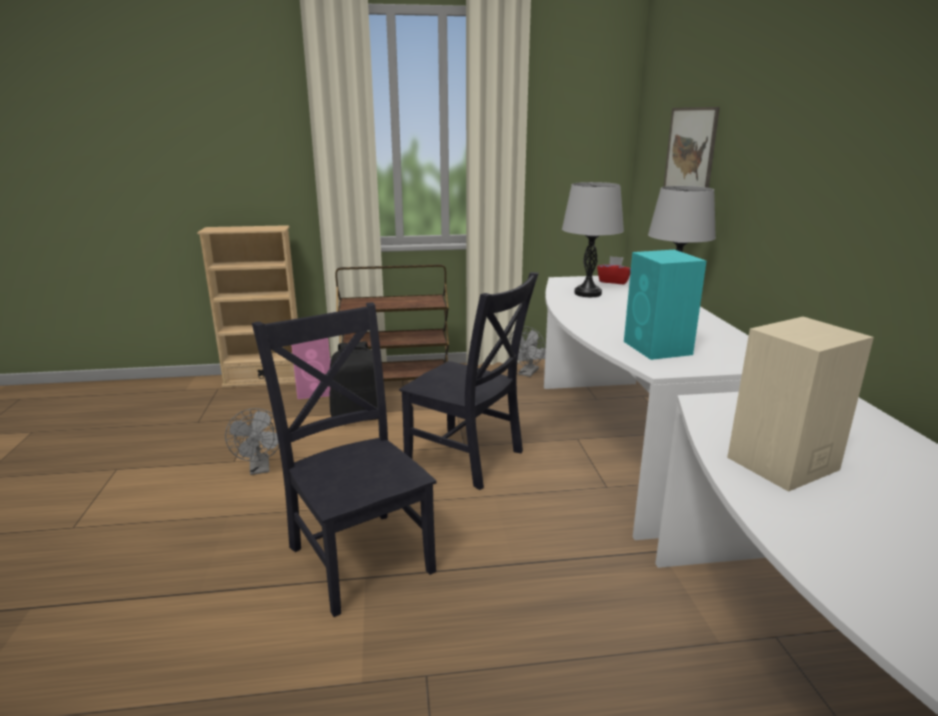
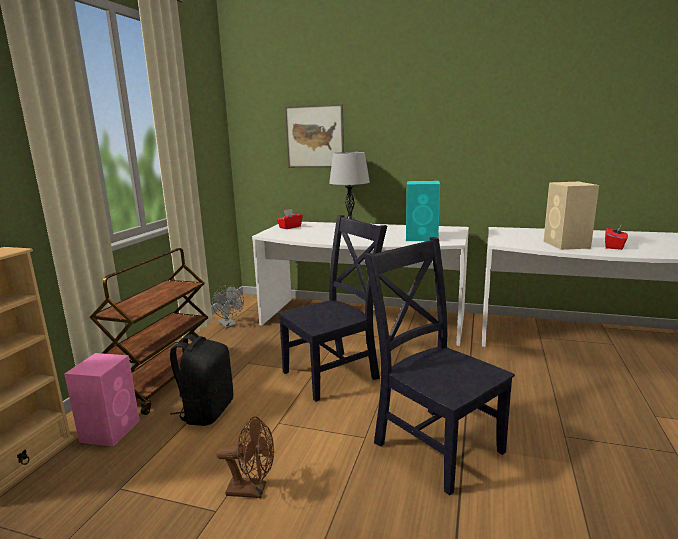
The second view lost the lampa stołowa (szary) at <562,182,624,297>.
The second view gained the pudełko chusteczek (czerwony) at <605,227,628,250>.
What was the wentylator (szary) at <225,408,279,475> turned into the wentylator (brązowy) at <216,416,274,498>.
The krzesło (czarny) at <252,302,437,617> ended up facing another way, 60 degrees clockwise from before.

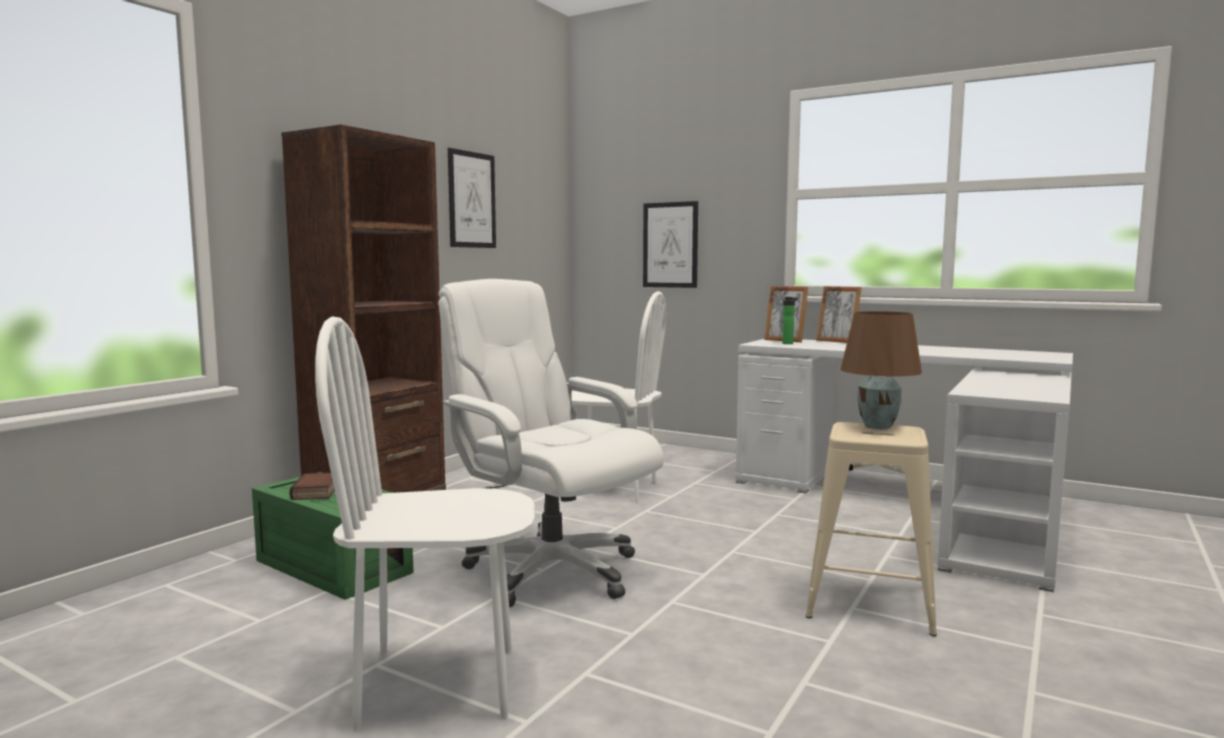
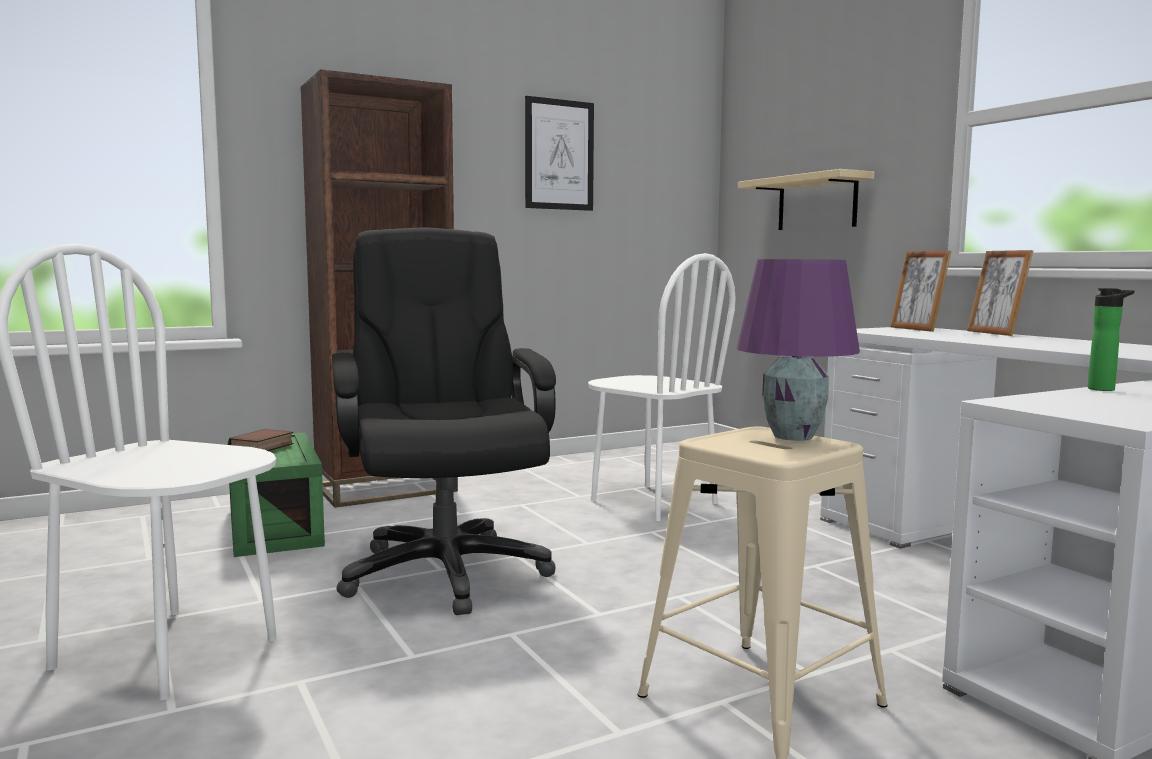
The butelka ended up elsewhere, having gone from <782,297,798,344> to <1088,288,1134,391>.
Where the obraz hung at <643,201,698,288>, the półka (beżowy) came to hang at <738,169,874,230>.
What was the krzesło biurowe (biały) at <438,279,664,607> turned into the krzesło biurowe (czarny) at <332,228,556,615>.
What was the lampa stołowa (brązowy) at <841,311,922,429> turned into the lampa stołowa (fioletowy) at <737,259,860,441>.

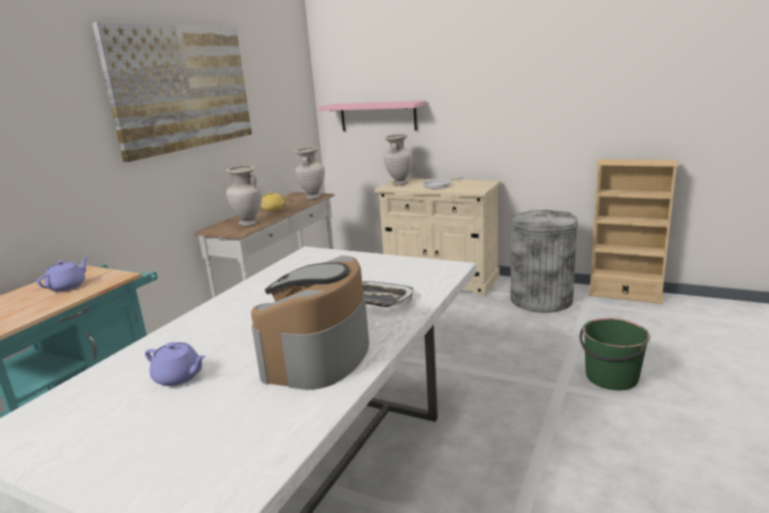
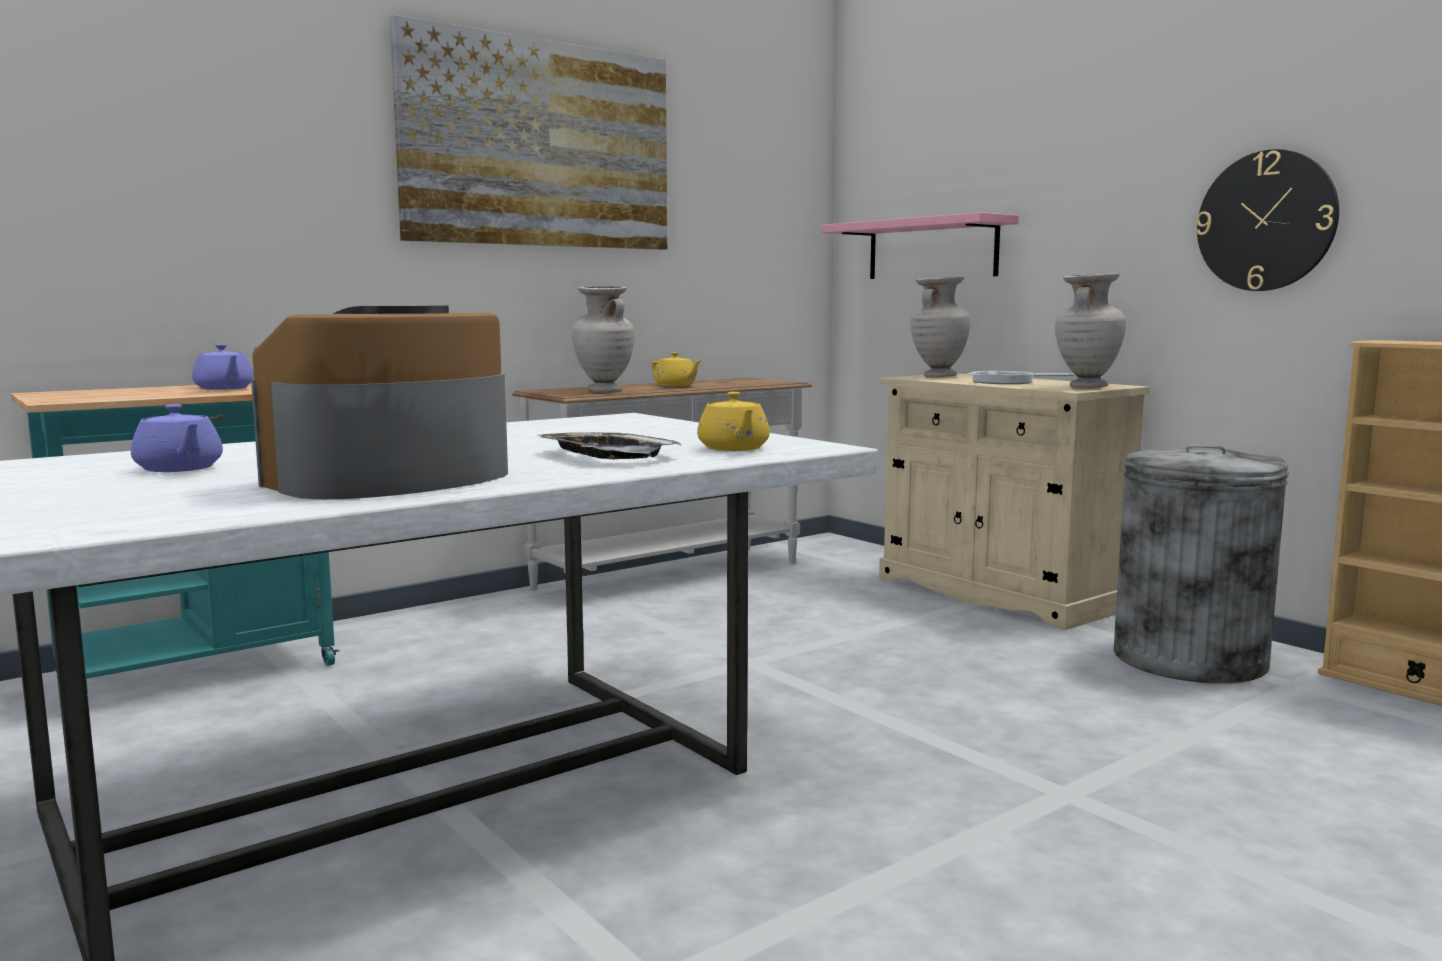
The second view lost the wiadro (zielony) at <579,318,650,390>.
The second view gained the imbryk (żółty) at <697,392,770,451>.
The second view gained the zegar ścienny at <1196,149,1339,291>.
The wazon (beżowy) ended up elsewhere, having gone from <295,147,325,200> to <1055,274,1126,388>.
The imbryk (fioletowy) at <37,257,88,292> ended up facing another way, 90 degrees clockwise from before.

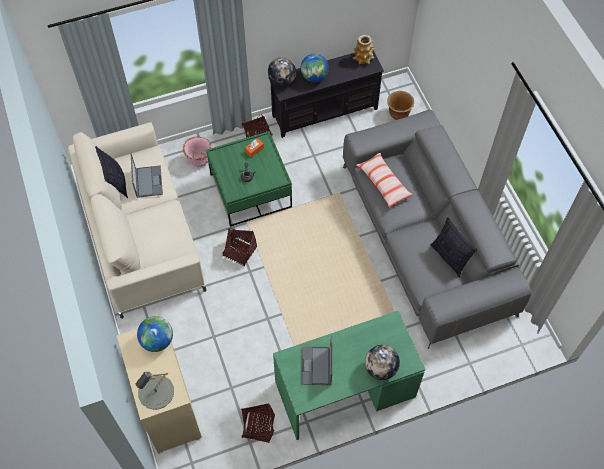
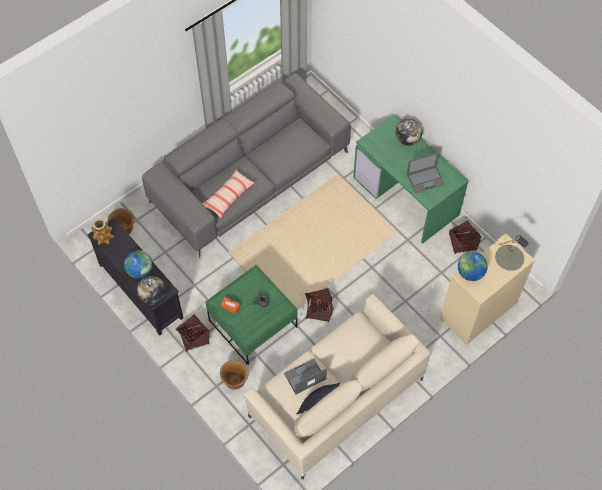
The second view lost the poduszka at <430,217,477,277>.
What was the donica (różowy) at <183,137,211,167> turned into the donica (brązowy) at <220,360,249,390>.

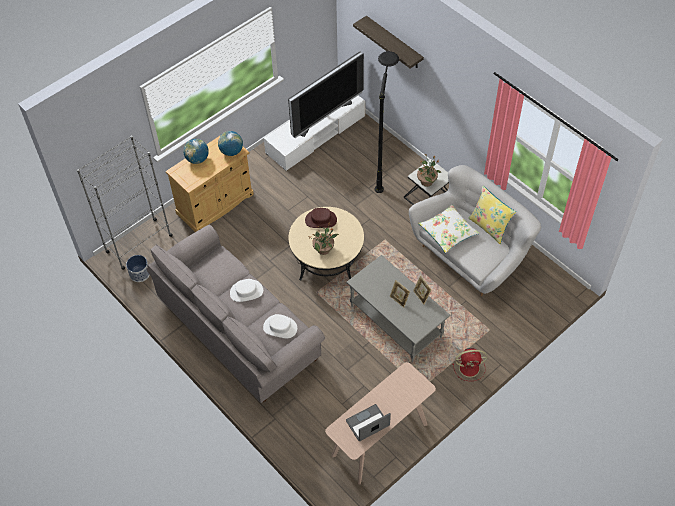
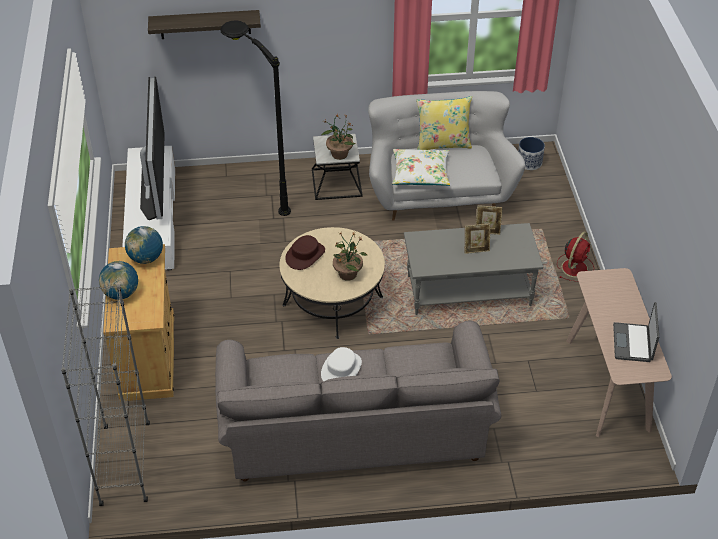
The second view lost the kapelusz (biały) at <263,314,297,338>.
The donica ended up elsewhere, having gone from <126,255,150,282> to <518,137,545,170>.

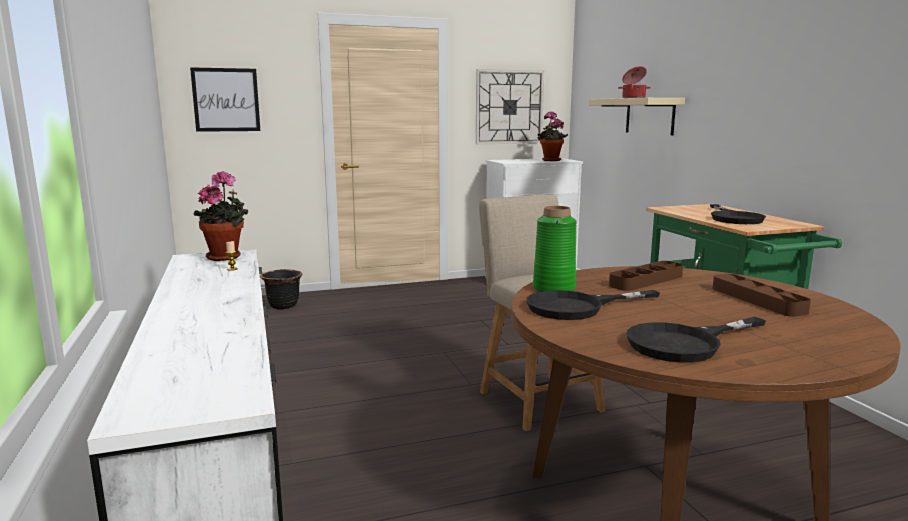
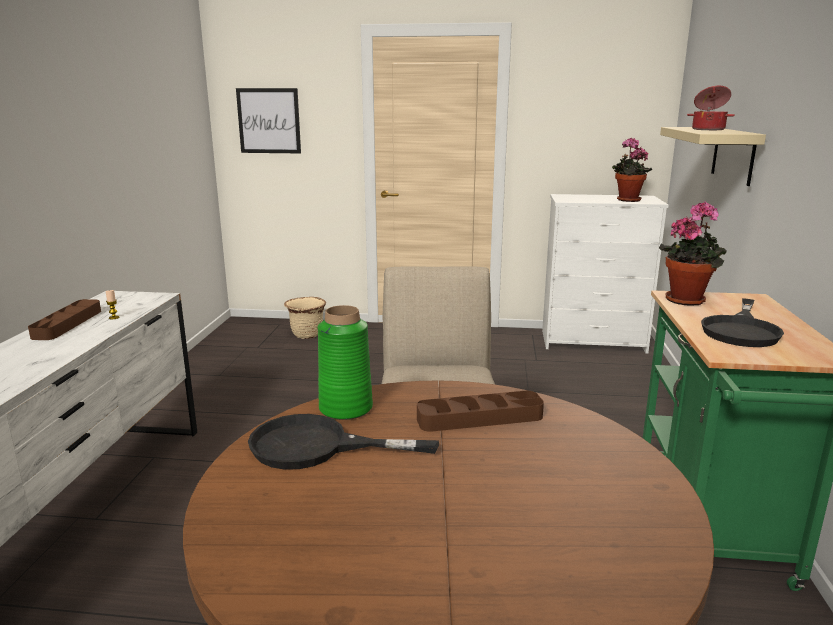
The second view lost the zegar ścienny at <476,69,544,144>.
The second view lost the patelnia (czarny) at <626,317,766,362>.
The roślina doniczkowa ended up elsewhere, having gone from <194,171,248,261> to <659,201,726,306>.
The taca (brązowy) ended up elsewhere, having gone from <712,274,811,317> to <28,299,101,340>.
What was the donica (czarny) at <260,269,302,309> turned into the donica (beżowy) at <284,297,326,339>.

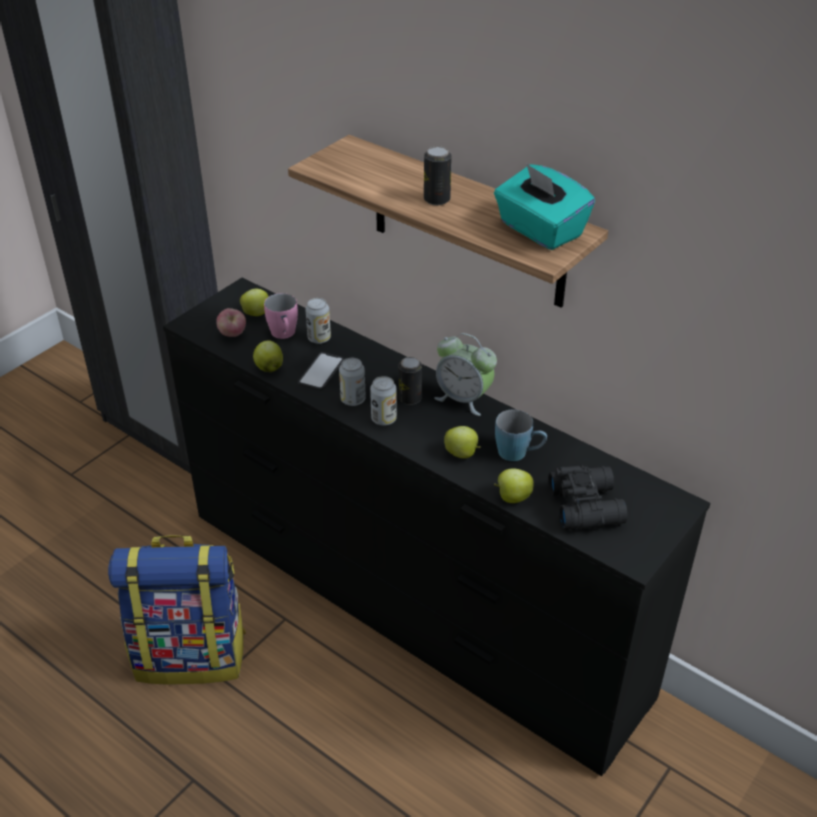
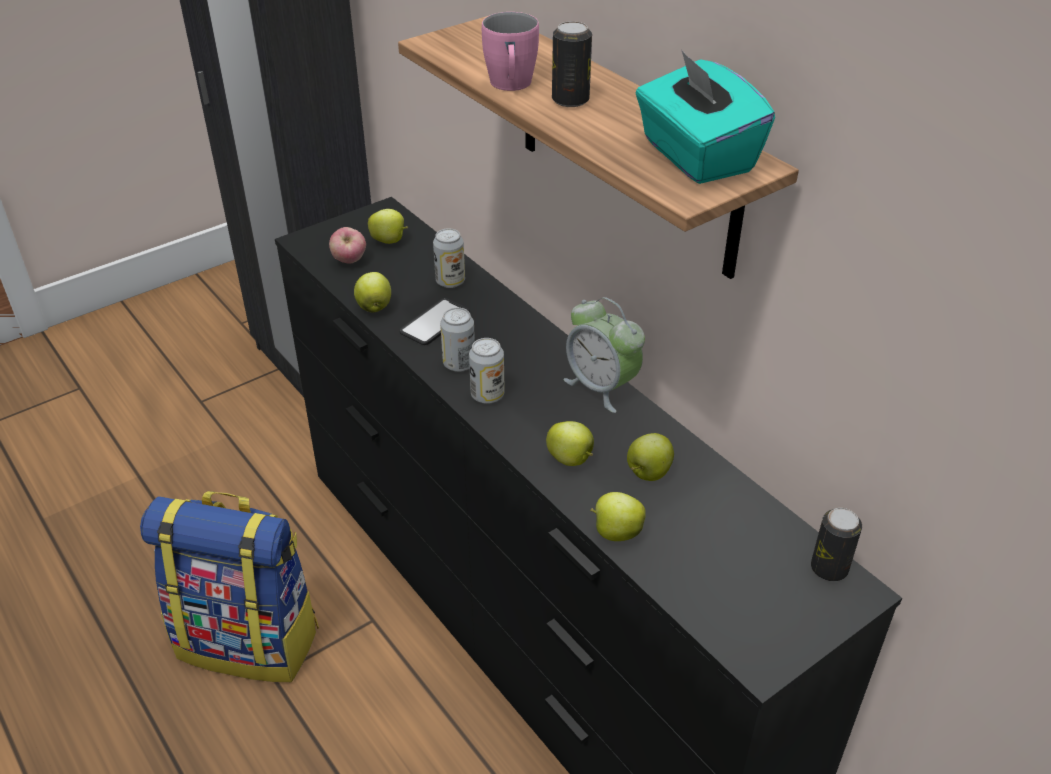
The second view lost the lornetka (czarny) at <548,465,628,530>.
The kubek (różowy) ended up elsewhere, having gone from <264,293,298,339> to <482,12,539,91>.
The puszka ended up elsewhere, having gone from <398,357,422,405> to <811,508,862,581>.
Where the kubek (niebieski) stood at <495,409,547,461>, the jabłko came to stand at <627,433,674,481>.

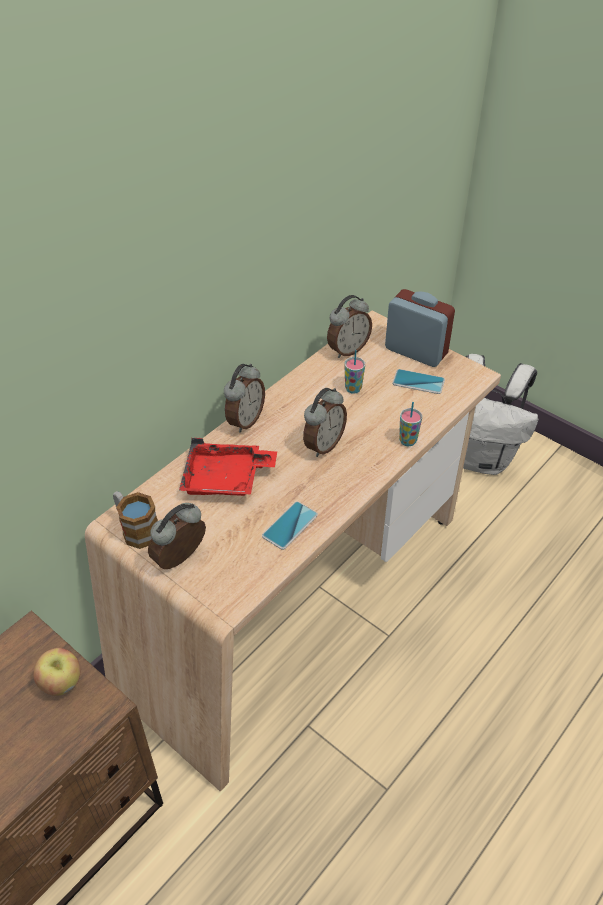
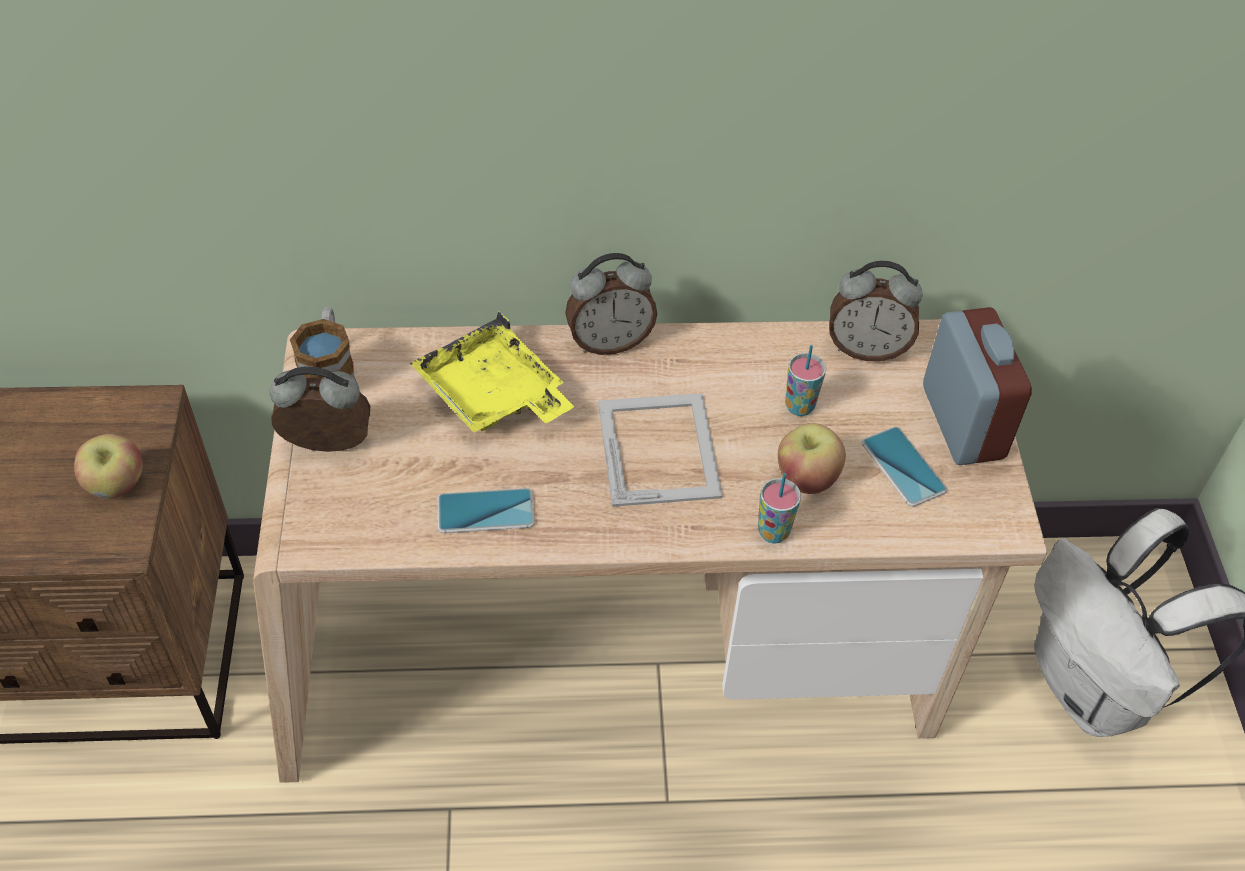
The second view gained the jabłko at <778,423,846,494>.
Where the budzik stood at <303,388,347,457>, the ramka na zdjęcie came to stand at <598,393,722,507>.
What was the taca (czerwony) at <179,438,277,496> turned into the taca (żółty) at <410,311,575,432>.

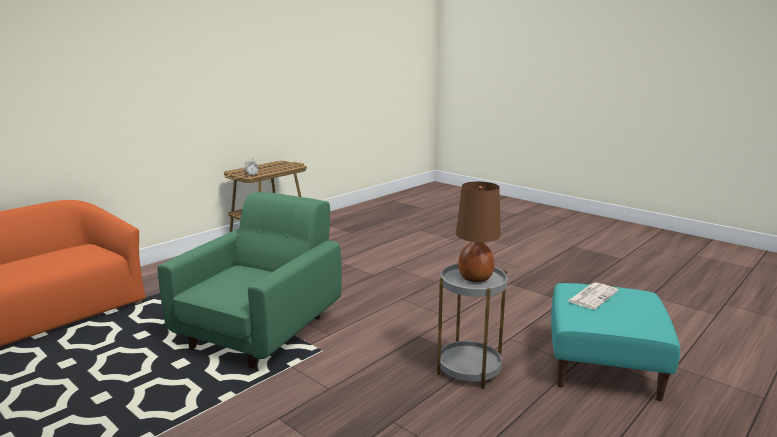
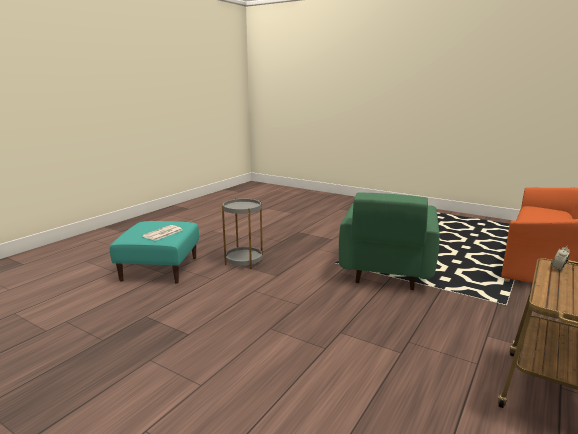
The second view lost the lampa stołowa (brązowy) at <456,182,501,282>.

